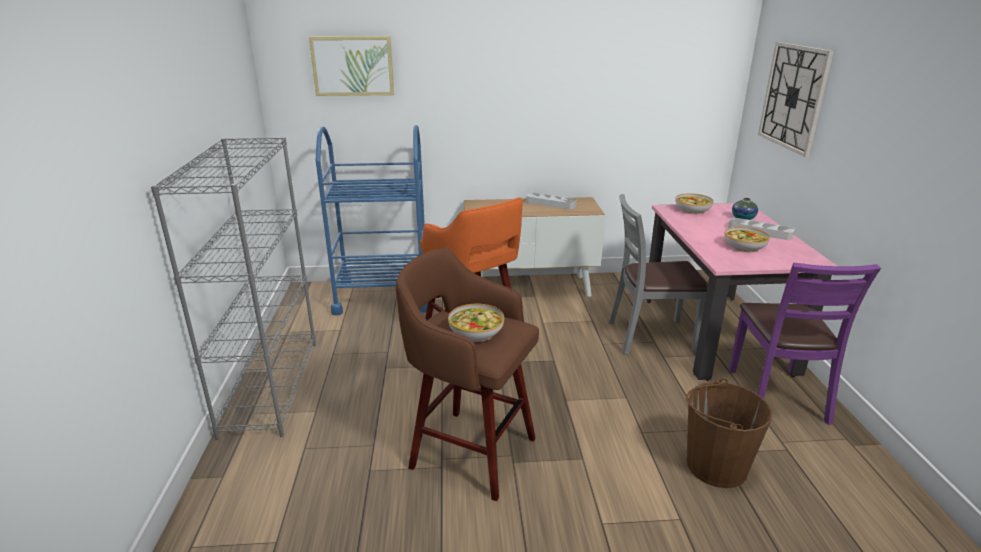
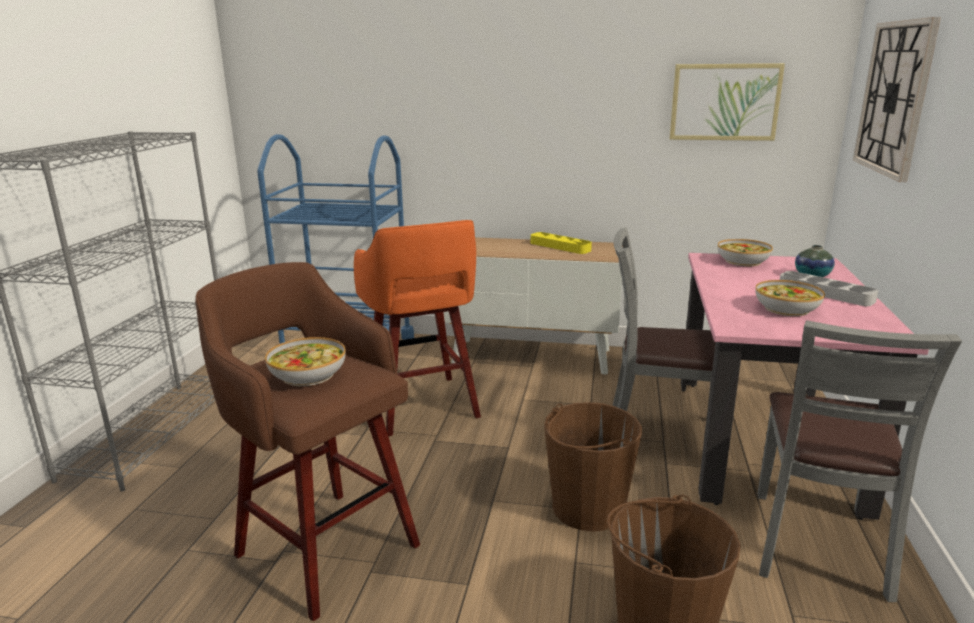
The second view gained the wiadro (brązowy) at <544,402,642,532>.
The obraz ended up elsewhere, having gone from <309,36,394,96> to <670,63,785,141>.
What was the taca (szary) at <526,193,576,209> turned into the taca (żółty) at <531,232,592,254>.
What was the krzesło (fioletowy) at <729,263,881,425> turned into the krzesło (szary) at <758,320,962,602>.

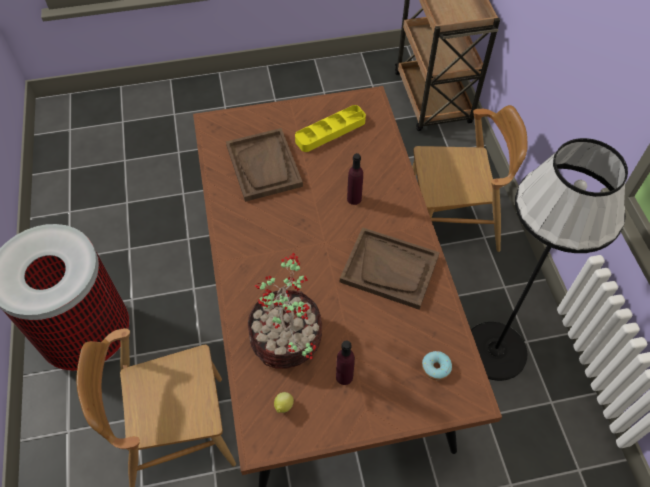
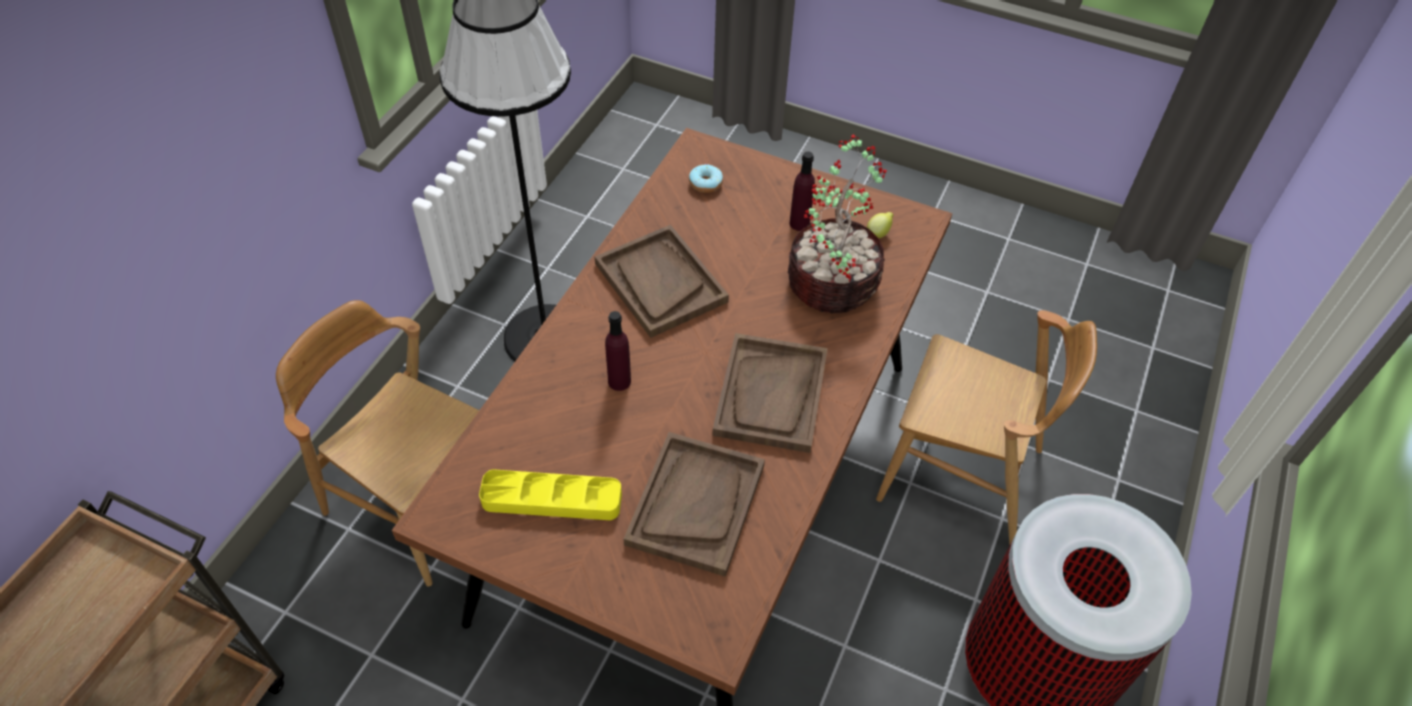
The second view gained the taca (brązowy) at <712,333,828,453>.

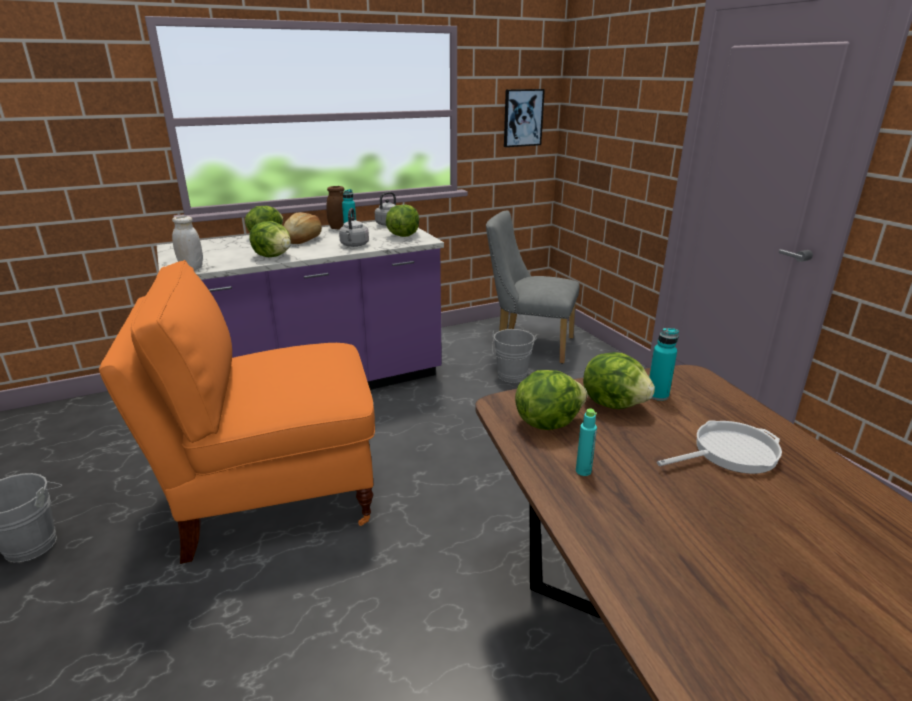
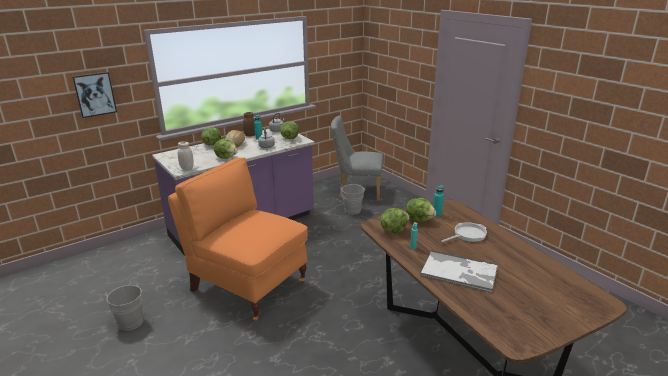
The second view gained the taca at <420,250,499,293>.
The obraz ended up elsewhere, having gone from <504,89,545,147> to <72,72,117,118>.
The krzesło (pomarańczowy) at <99,260,375,564> ended up facing another way, 60 degrees clockwise from before.

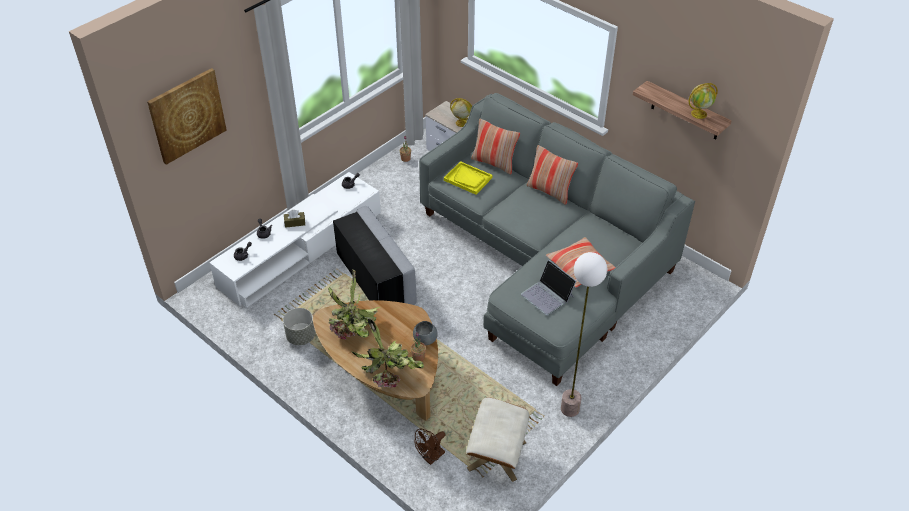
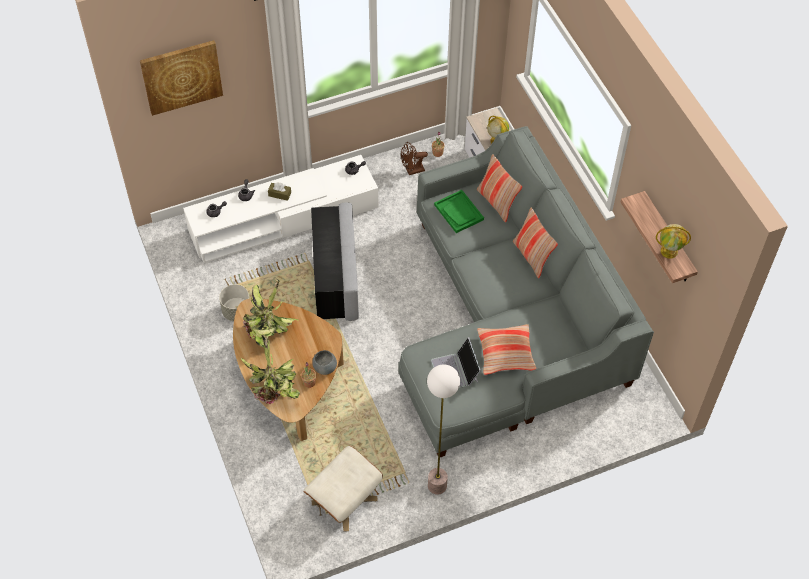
The wentylator (brązowy) ended up elsewhere, having gone from <415,429,445,465> to <401,142,428,175>.
What was the taca (żółty) at <444,161,493,195> turned into the taca (zielony) at <434,190,484,233>.

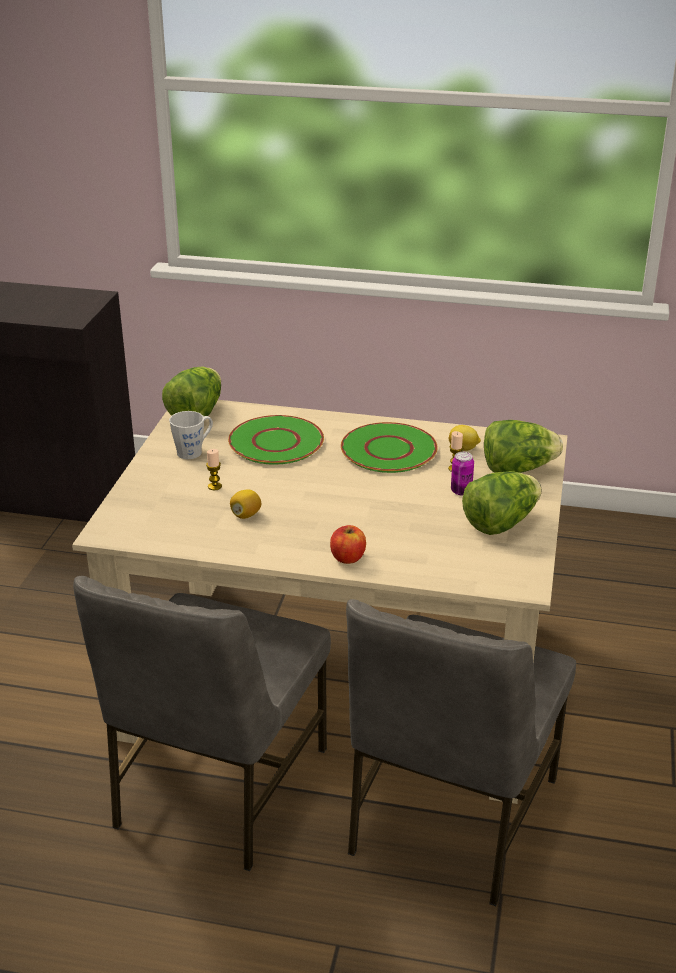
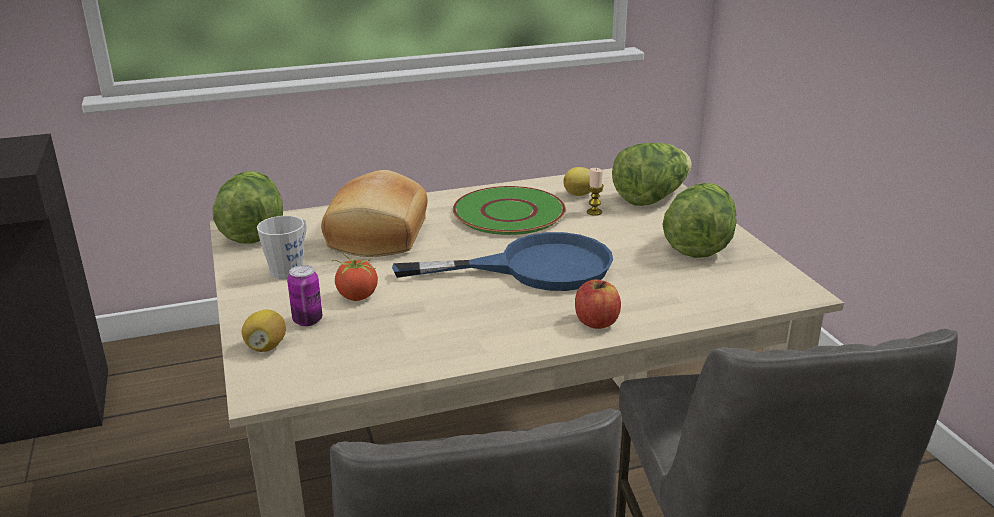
The second view gained the patelnia (niebieski) at <392,232,613,291>.
The cytryna ended up elsewhere, having gone from <230,490,261,519> to <242,310,286,352>.
The puszka ended up elsewhere, having gone from <451,452,474,495> to <287,265,322,326>.
Where the świeca stood at <206,449,222,490>, the pomidor came to stand at <332,253,378,301>.
Where the talerz (zielony) stood at <228,415,324,465>, the chleb came to stand at <321,170,428,257>.

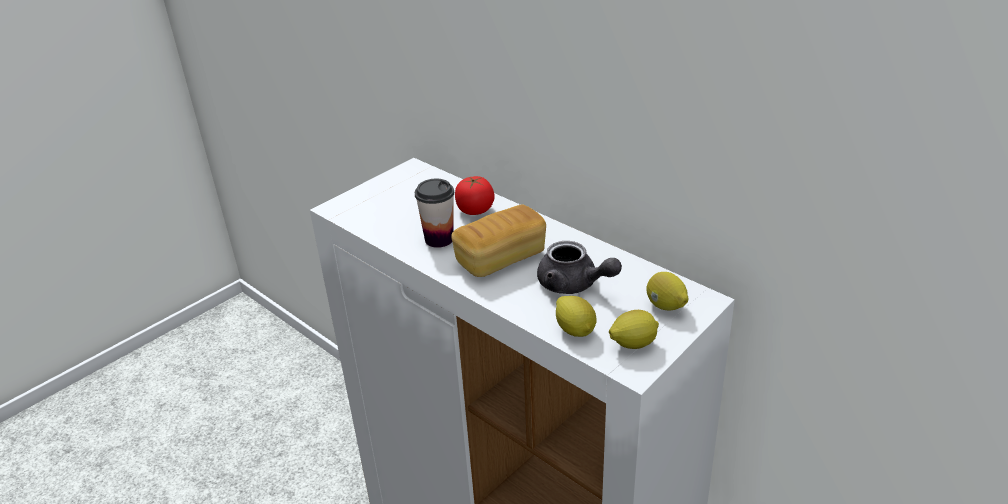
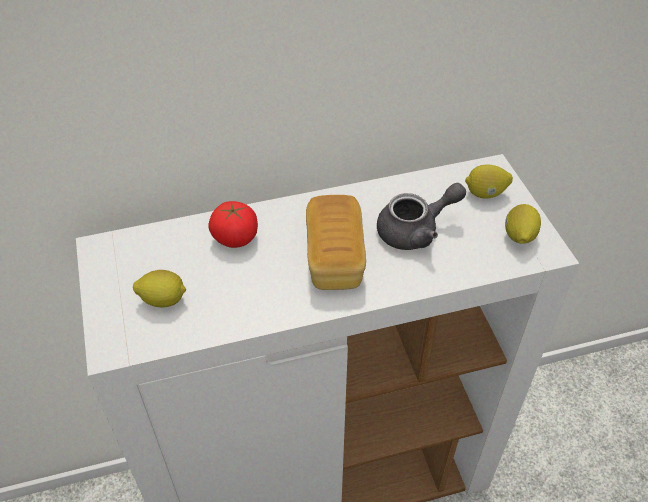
The second view lost the filiżanka at <415,179,454,248>.
The cytryna ended up elsewhere, having gone from <556,296,596,337> to <133,270,186,307>.

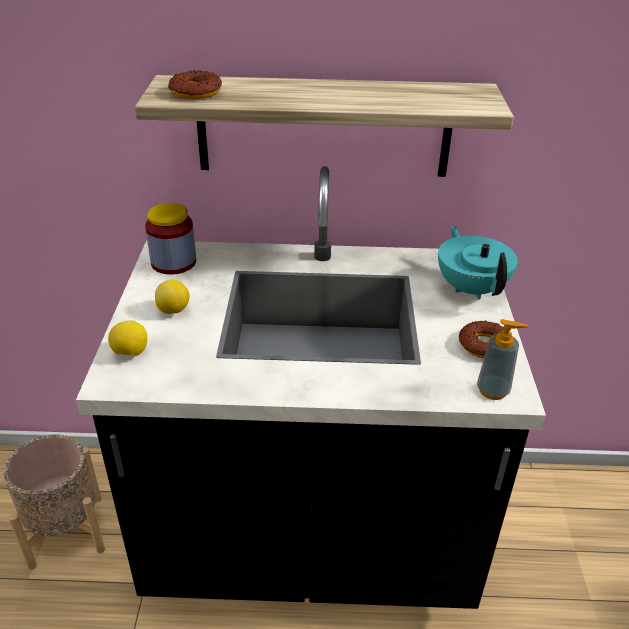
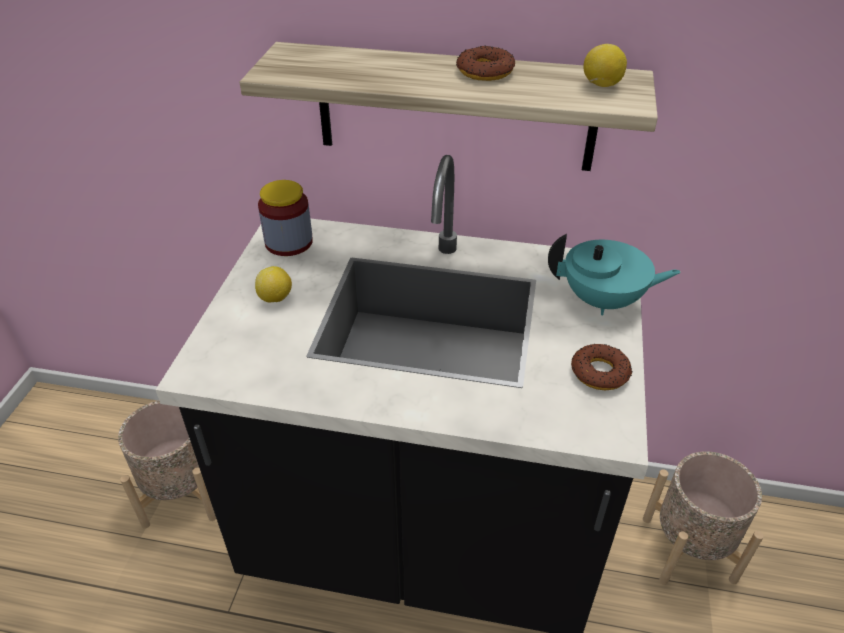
The second view lost the dozownik mydła at <477,319,528,400>.
The second view gained the donica (beżowy) at <643,451,764,585>.
The cytryna ended up elsewhere, having gone from <108,320,147,356> to <584,44,627,87>.
The donut ended up elsewhere, having gone from <168,70,222,99> to <456,46,515,81>.
The imbryk (turkusowy) at <438,226,518,299> ended up facing another way, 105 degrees clockwise from before.

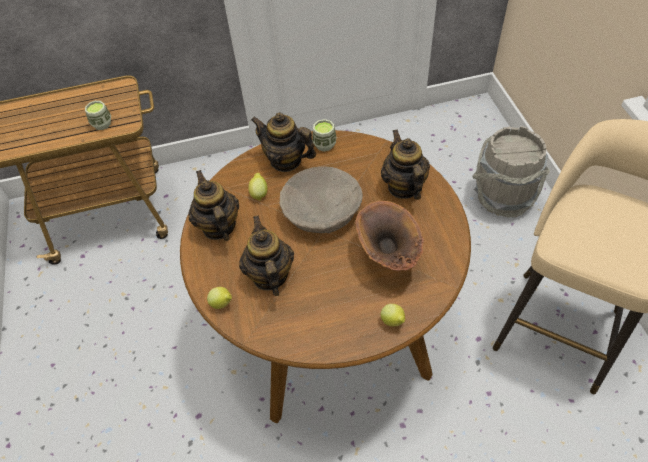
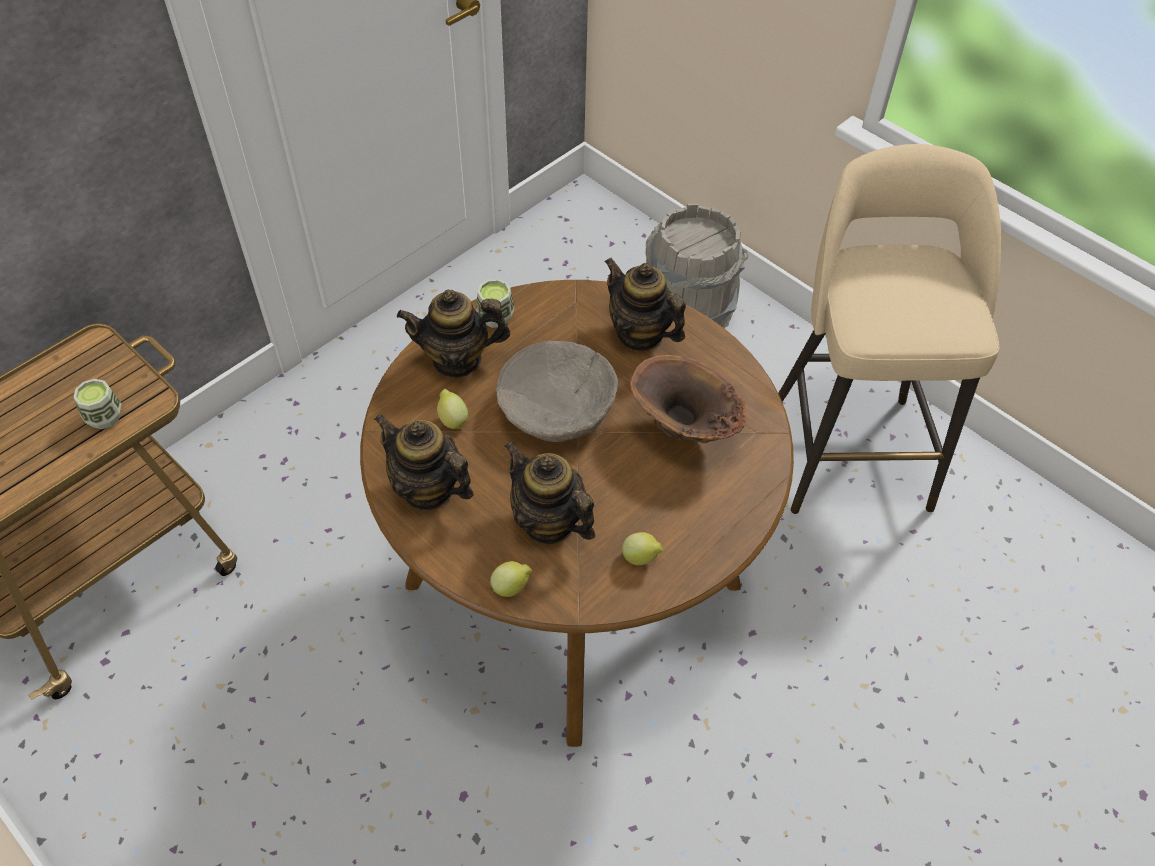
The cytryna ended up elsewhere, having gone from <381,304,405,327> to <622,532,663,565>.

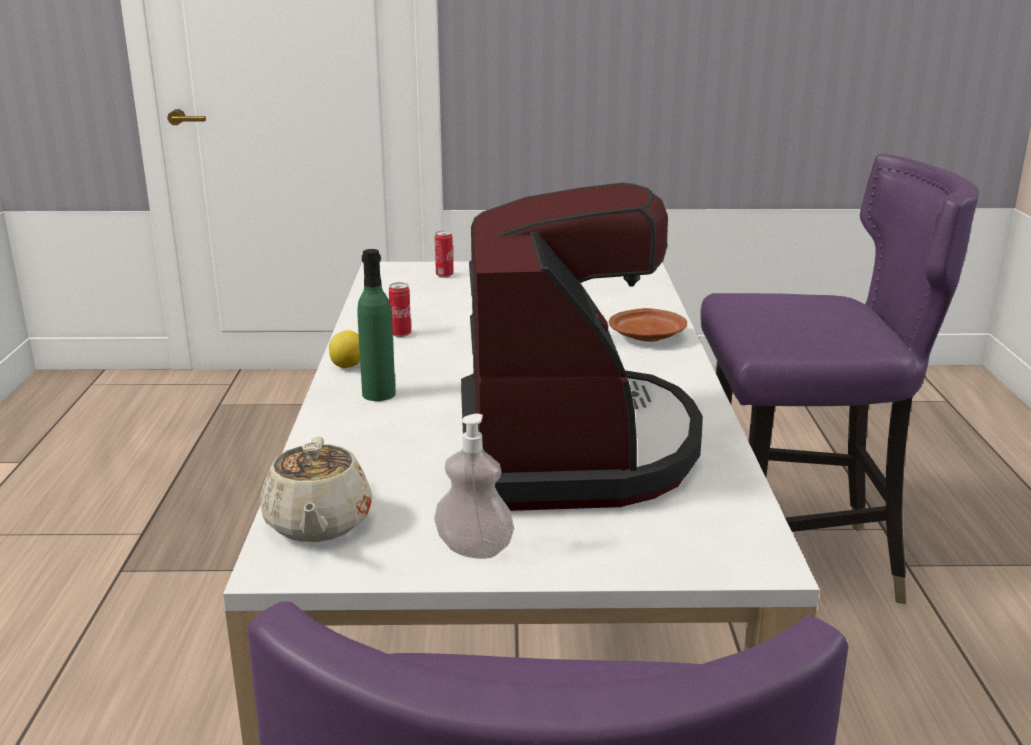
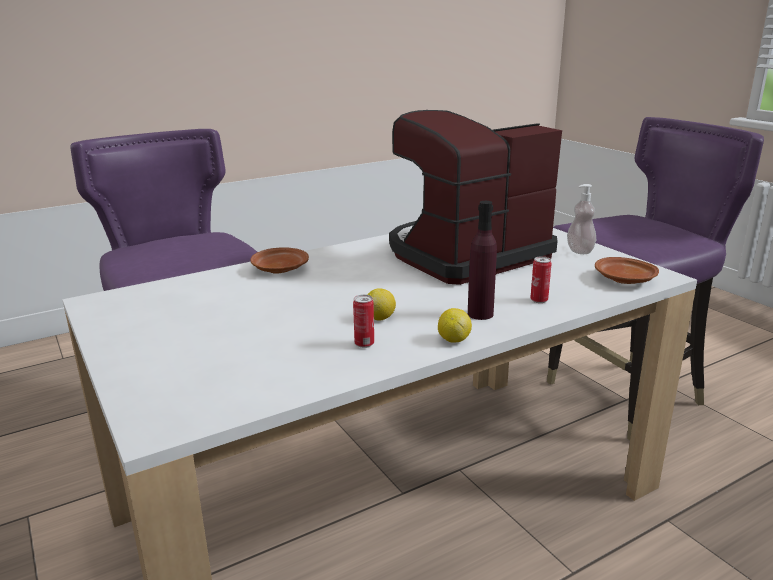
The second view gained the cytryna at <367,288,396,321>.
The puszka ended up elsewhere, having gone from <435,231,453,278> to <530,256,552,303>.
Where the imbryk (beżowy) stood at <260,436,373,542>, the talerz (brązowy) came to stand at <595,257,659,284>.
What was the butelka (zielony) at <357,249,396,401> turned into the butelka (fioletowy) at <468,201,497,320>.

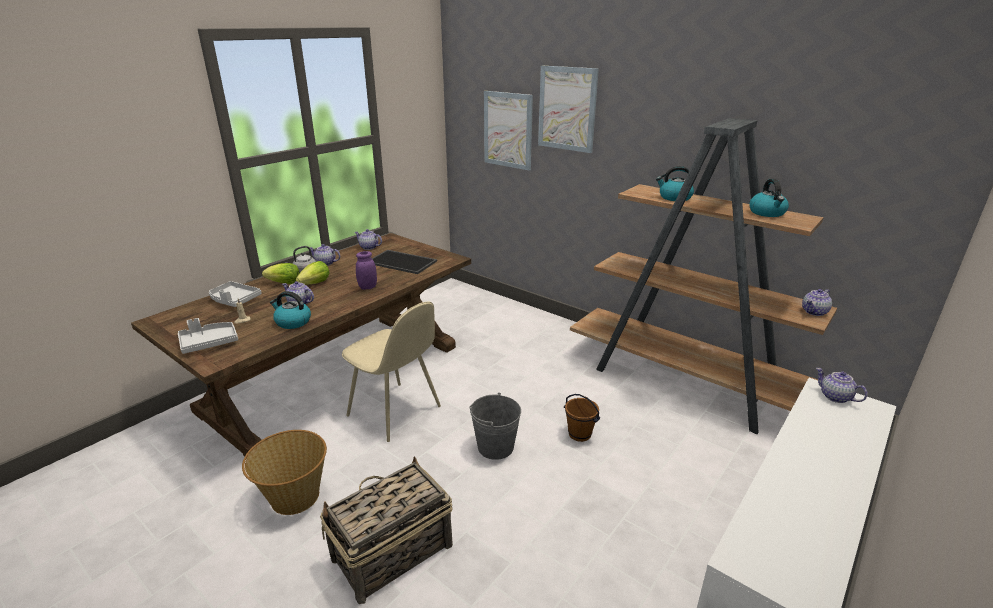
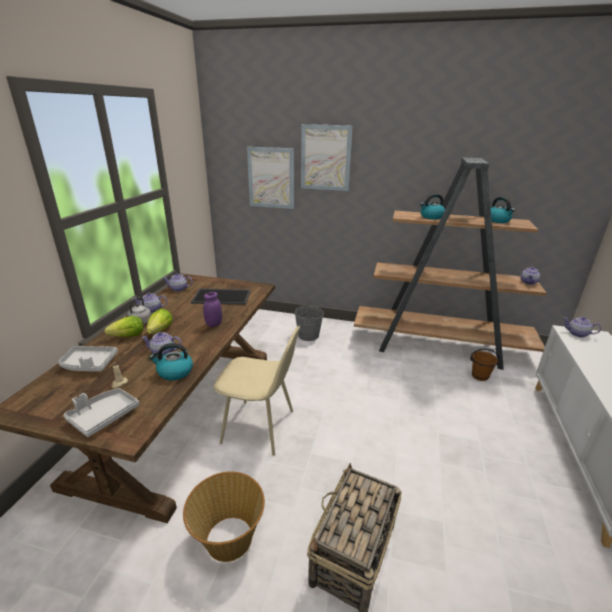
The wiadro (szary) ended up elsewhere, having gone from <469,393,521,460> to <295,305,324,341>.
The wiadro (brązowy) ended up elsewhere, having gone from <564,394,600,442> to <470,349,500,381>.

